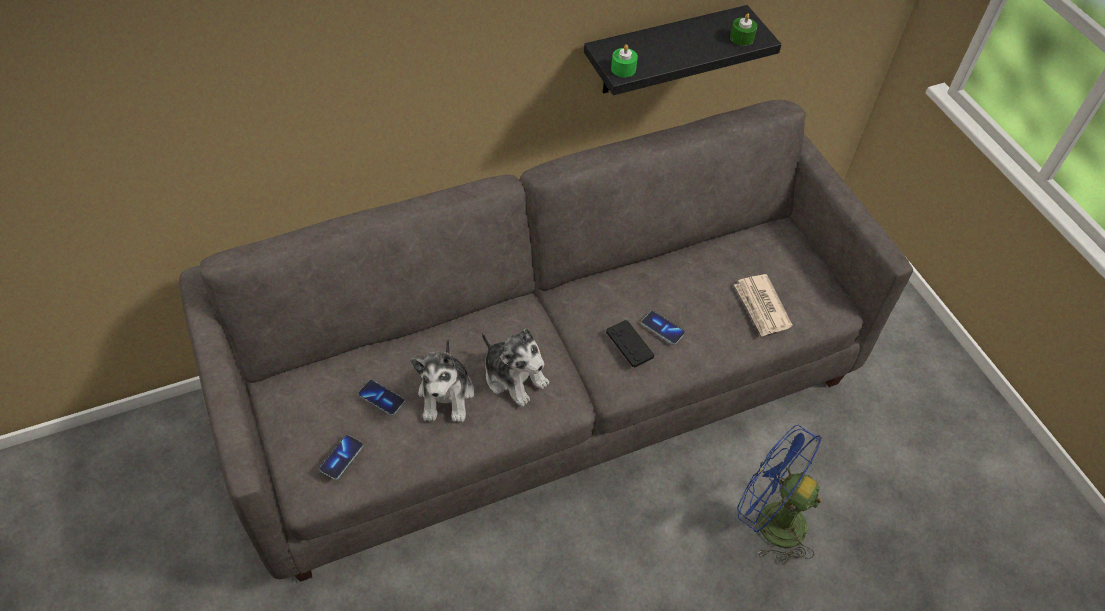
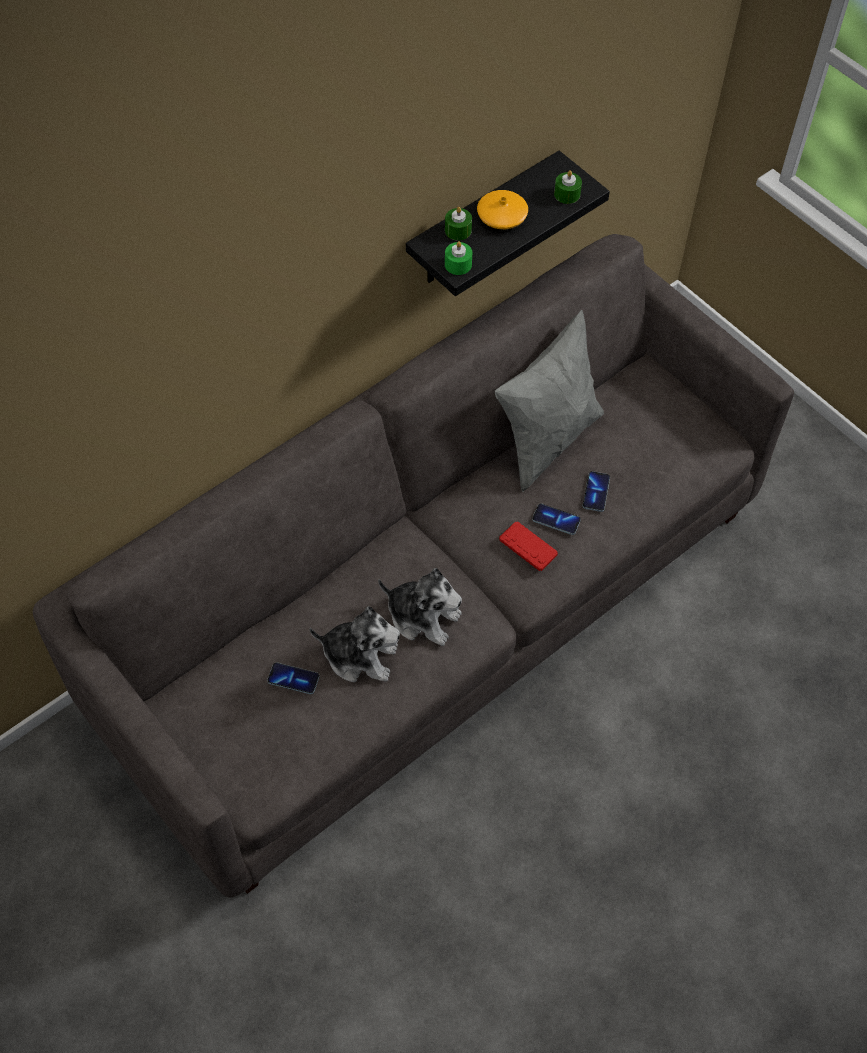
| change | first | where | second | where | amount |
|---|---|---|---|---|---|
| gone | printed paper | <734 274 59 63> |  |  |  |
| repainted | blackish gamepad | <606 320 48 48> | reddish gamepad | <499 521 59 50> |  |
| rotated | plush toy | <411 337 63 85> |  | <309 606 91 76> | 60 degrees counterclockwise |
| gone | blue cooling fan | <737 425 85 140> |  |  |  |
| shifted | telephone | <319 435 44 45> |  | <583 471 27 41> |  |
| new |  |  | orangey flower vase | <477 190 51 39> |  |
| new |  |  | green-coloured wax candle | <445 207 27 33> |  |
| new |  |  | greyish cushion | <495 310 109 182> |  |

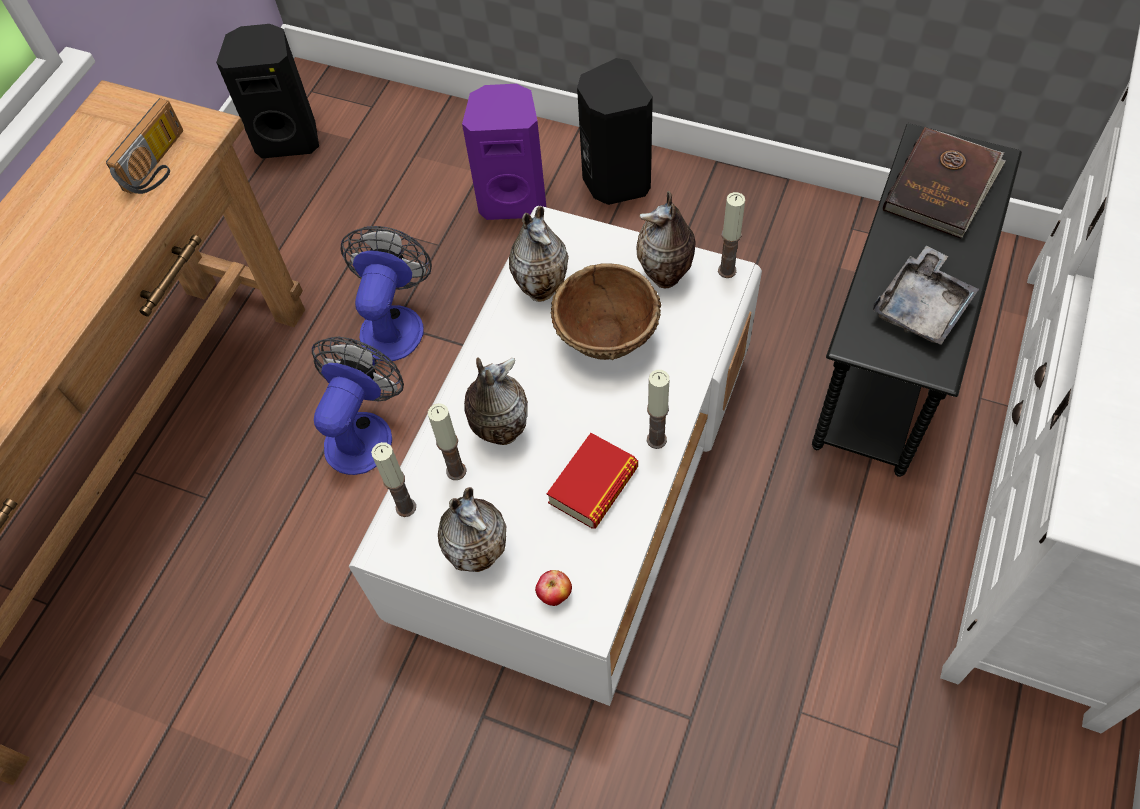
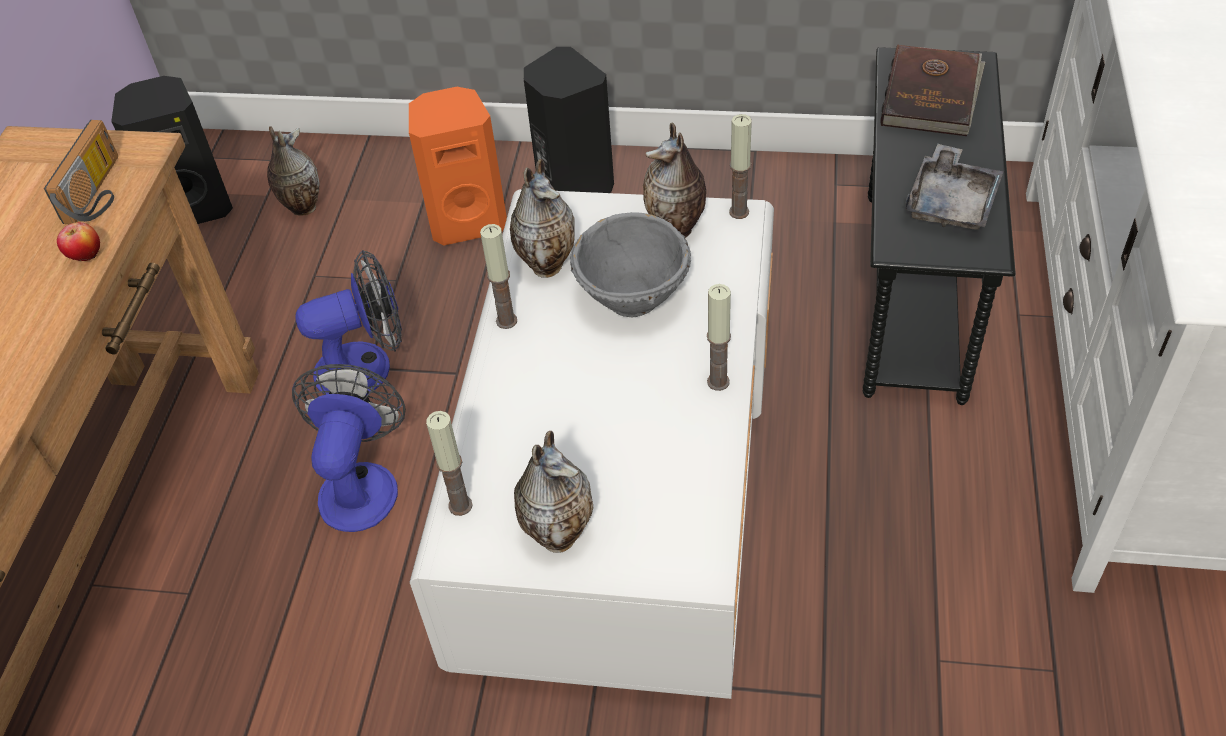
| change | first | where | second | where | amount |
|---|---|---|---|---|---|
| repainted | purple speaker | <462 84 84 136> | orangey speaker | <409 87 98 159> |  |
| rotated | cooling fan | <341 226 91 135> |  | <296 250 106 144> | 75 degrees clockwise |
| repainted | brown deep dish | <551 263 110 97> | greyish deep dish | <570 212 121 106> |  |
| shifted | flower vase | <464 358 64 87> |  | <267 126 53 90> |  |
| shifted | wax candle | <428 403 39 77> |  | <480 224 37 105> |  |
| gone | bound book | <547 433 91 96> |  |  |  |
| shifted | apple | <535 570 37 36> |  | <57 222 43 39> |  |

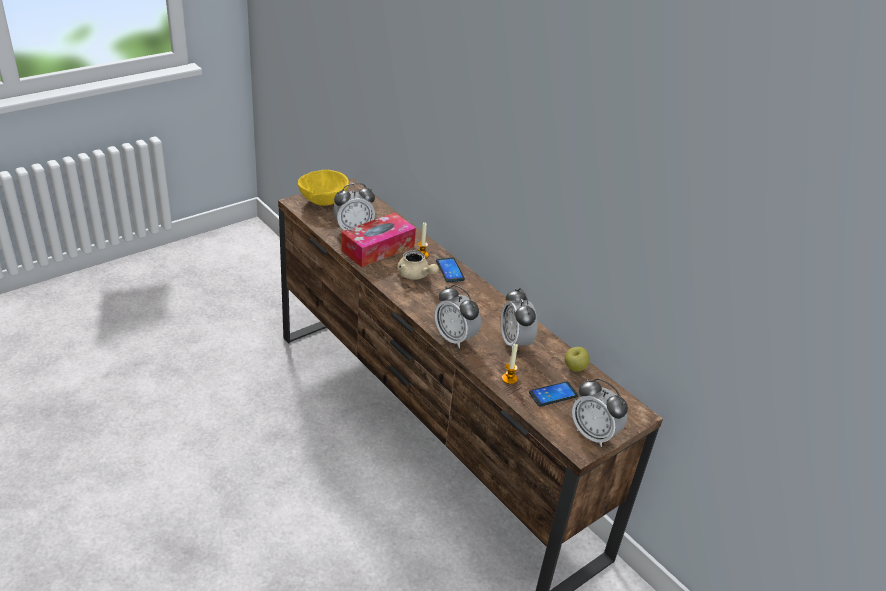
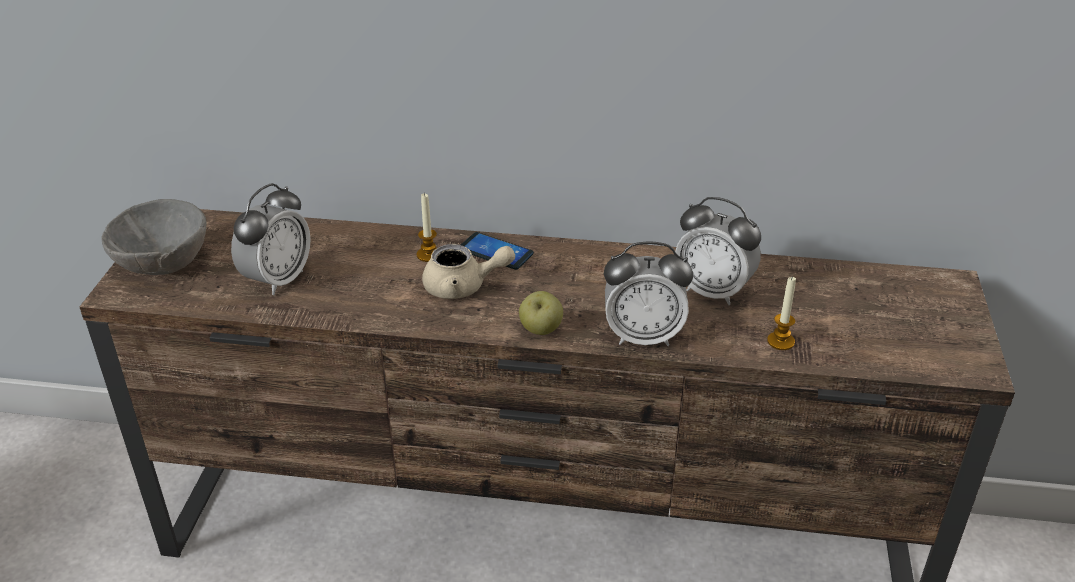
| change | first | where | second | where | amount |
|---|---|---|---|---|---|
| repainted | yellow-coloured deep dish | <298 170 51 36> | greyish deep dish | <101 199 106 76> |  |
| gone | box of tissues | <341 213 75 54> |  |  |  |
| shifted | apple | <565 347 25 25> |  | <519 291 44 44> |  |
| gone | table clock | <572 378 56 69> |  |  |  |
| gone | telephone | <529 381 49 26> |  |  |  |

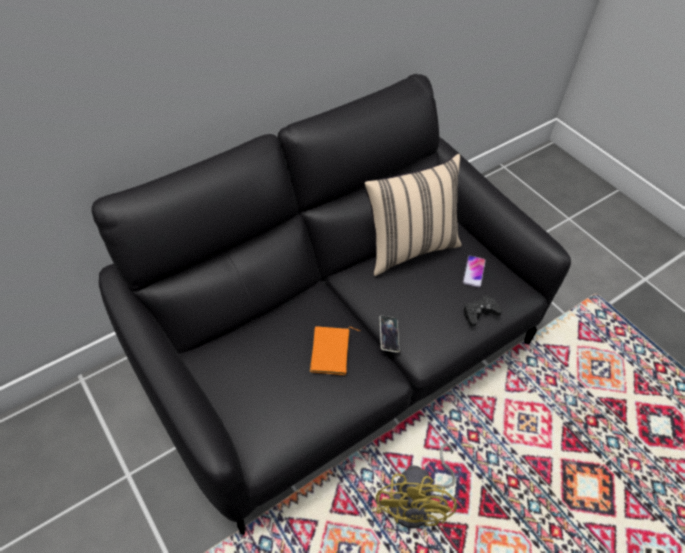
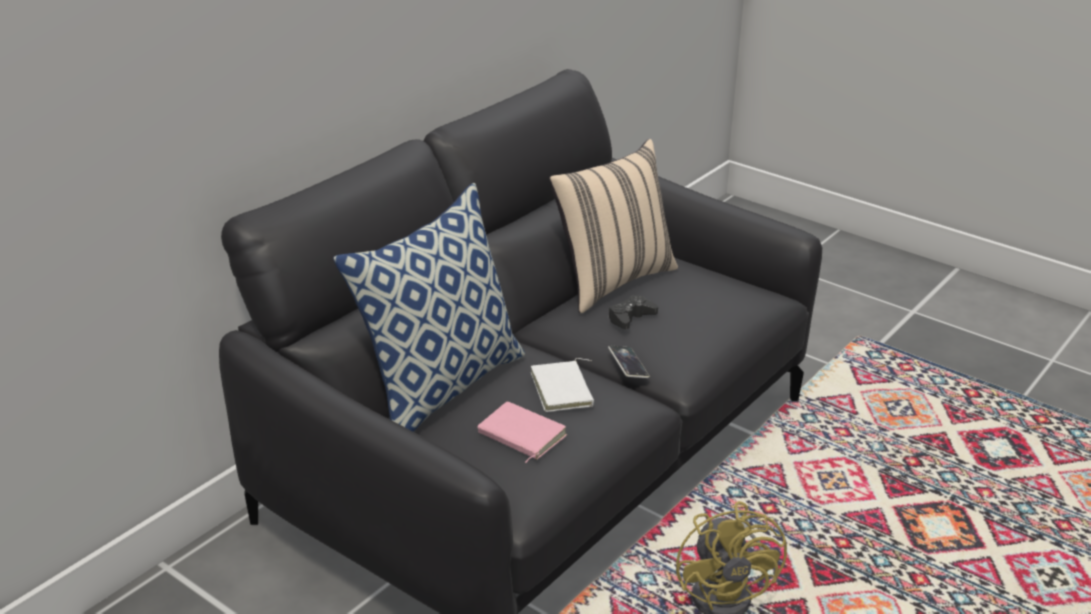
| change | first | where | second | where | amount |
|---|---|---|---|---|---|
| gone | telephone | <463 255 23 32> |  |  |  |
| shifted | blackish gamepad | <463 295 40 32> |  | <608 295 50 34> |  |
| repainted | orangey bound book | <310 326 50 49> | whitish bound book | <531 358 63 54> |  |
| new |  |  | cushion | <333 183 192 249> |  |
| new |  |  | pink-coloured bound book | <477 402 90 61> |  |

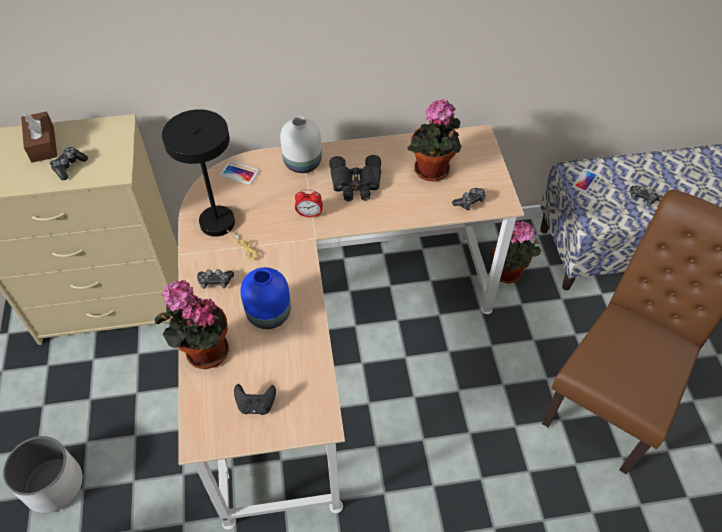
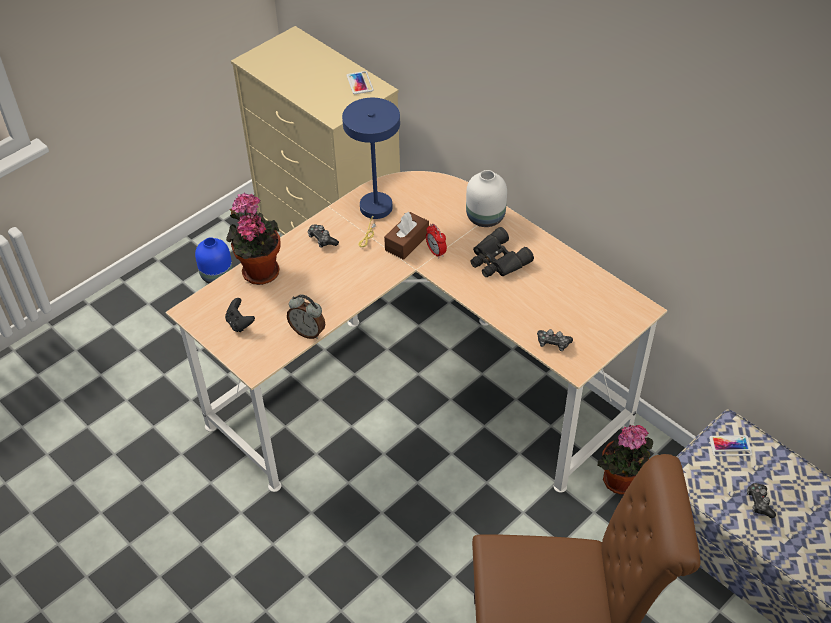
| change | first | where | second | where | amount |
|---|---|---|---|---|---|
| gone | plant in a pot | <407 99 55 83> |  |  |  |
| repainted | blackish table lamp | <162 109 95 152> | blue table lamp | <342 98 58 149> |  |
| shifted | brown box of tissues | <21 112 36 51> |  | <384 212 45 48> |  |
| gone | gamepad | <49 147 39 33> |  |  |  |
| shifted | telephone | <220 161 40 24> |  | <346 71 28 23> |  |
| shifted | blue flower vase | <240 267 51 62> |  | <195 237 38 46> |  |
| gone | whitish flower pot | <3 436 80 77> |  |  |  |
| new |  |  | table clock | <287 294 38 45> |  |

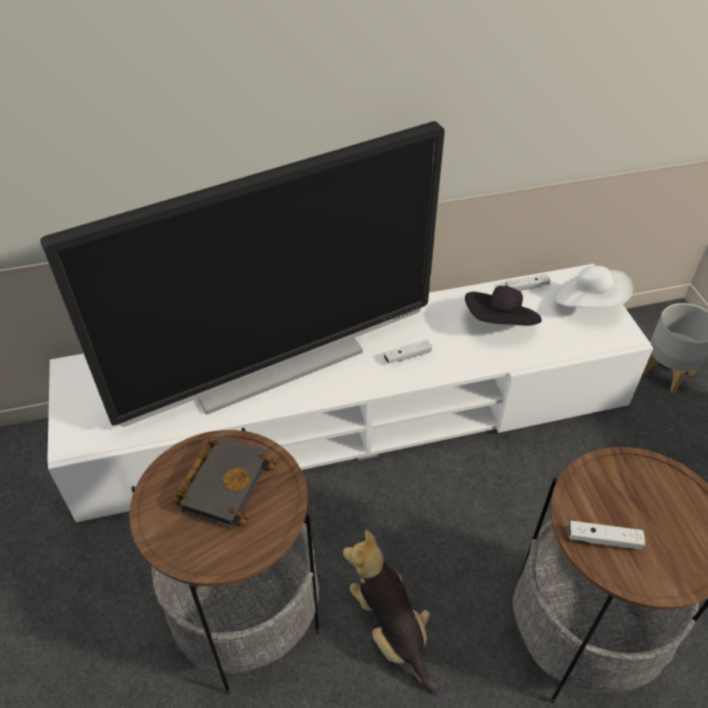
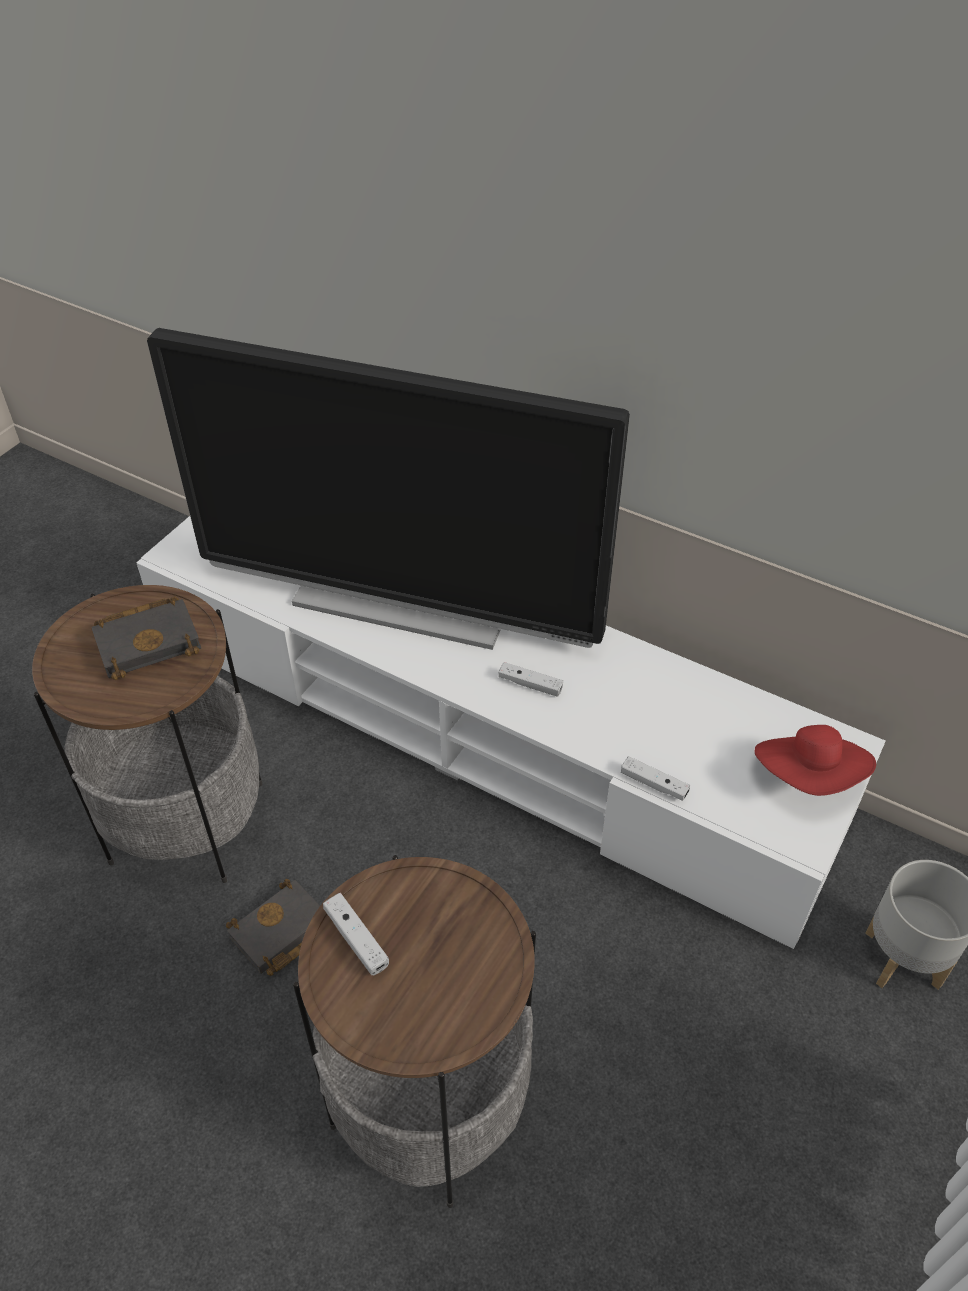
| change | first | where | second | where | amount |
|---|---|---|---|---|---|
| repainted | whitish wearable hat | <554 266 79 42> | reddish wearable hat | <755 725 121 71> |  |
| shifted | whitish gamepad | <505 274 46 17> |  | <621 756 69 45> |  |
| gone | blackish wearable hat | <465 286 77 40> |  |  |  |
| swapped | plush toy | <343 530 97 165> | blackish bound book | <226 879 94 97> |  |

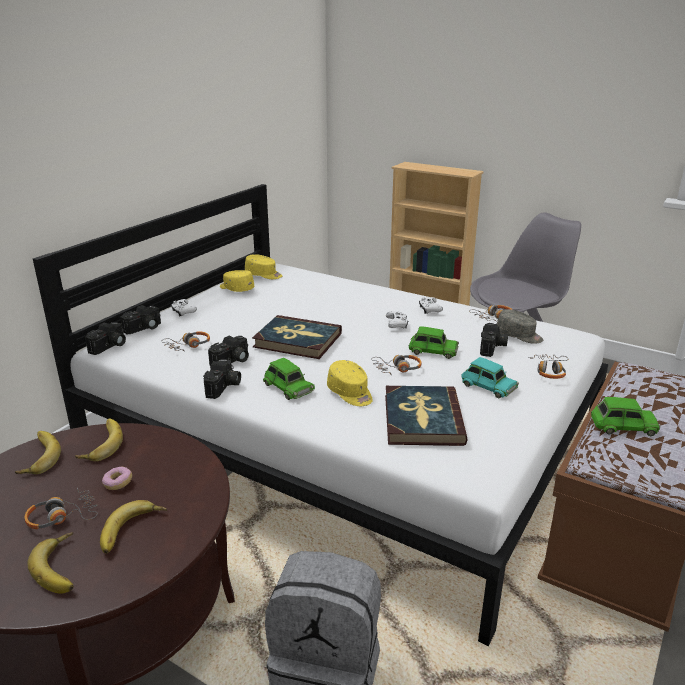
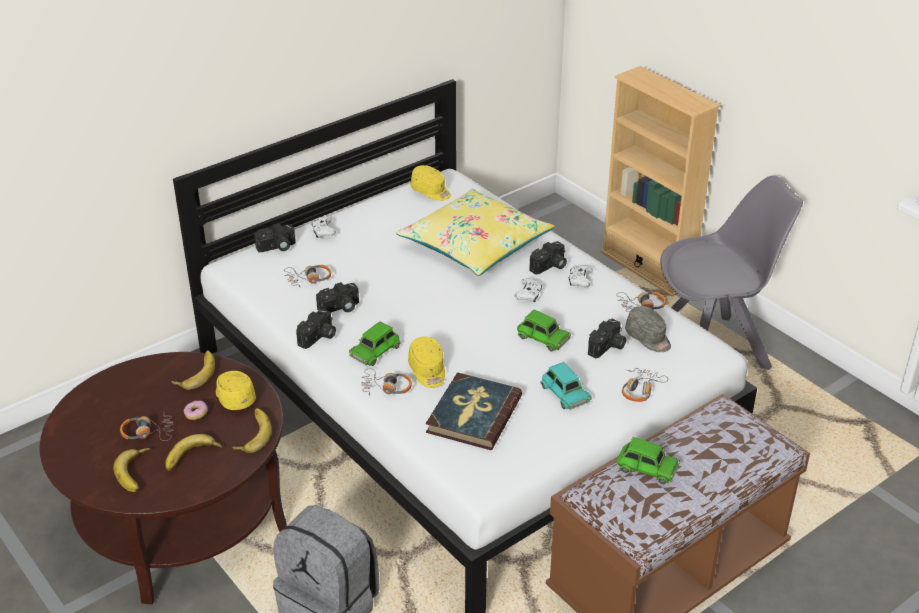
| change | first | where | second | where | amount |
|---|---|---|---|---|---|
| shifted | yellow-coloured peaked cap | <220 270 34 22> |  | <216 371 40 39> |  |
| gone | bound book | <252 315 90 44> |  |  |  |
| shifted | photo camera | <85 322 41 33> |  | <529 241 38 34> |  |
| shifted | headset | <371 355 51 20> |  | <362 368 50 28> |  |
| rotated | green-coloured model car | <263 358 52 42> |  | <349 321 52 45> | 60 degrees clockwise |
| shifted | banana | <15 431 46 43> |  | <232 408 40 45> |  |
| new |  |  | yellow-coloured cushion | <396 189 159 87> |  |

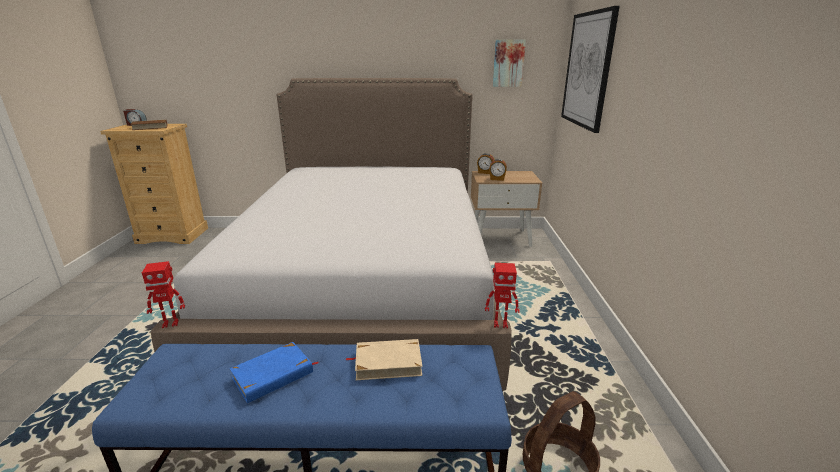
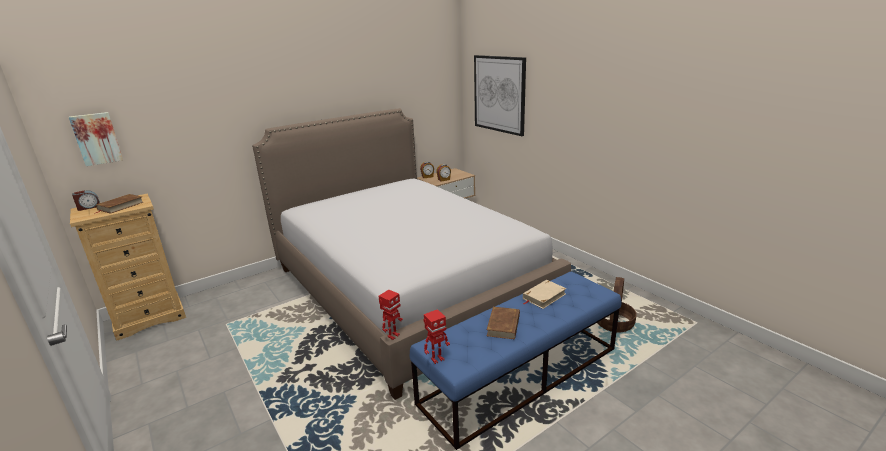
| change | first | where | second | where | amount |
|---|---|---|---|---|---|
| shifted | wall picture | <493 39 33 48> |  | <69 112 54 54> |  |
| shifted | robot figure | <485 263 35 65> |  | <423 309 27 55> |  |
| repainted | blue bound book | <230 342 89 61> | brown bound book | <487 307 33 32> |  |

